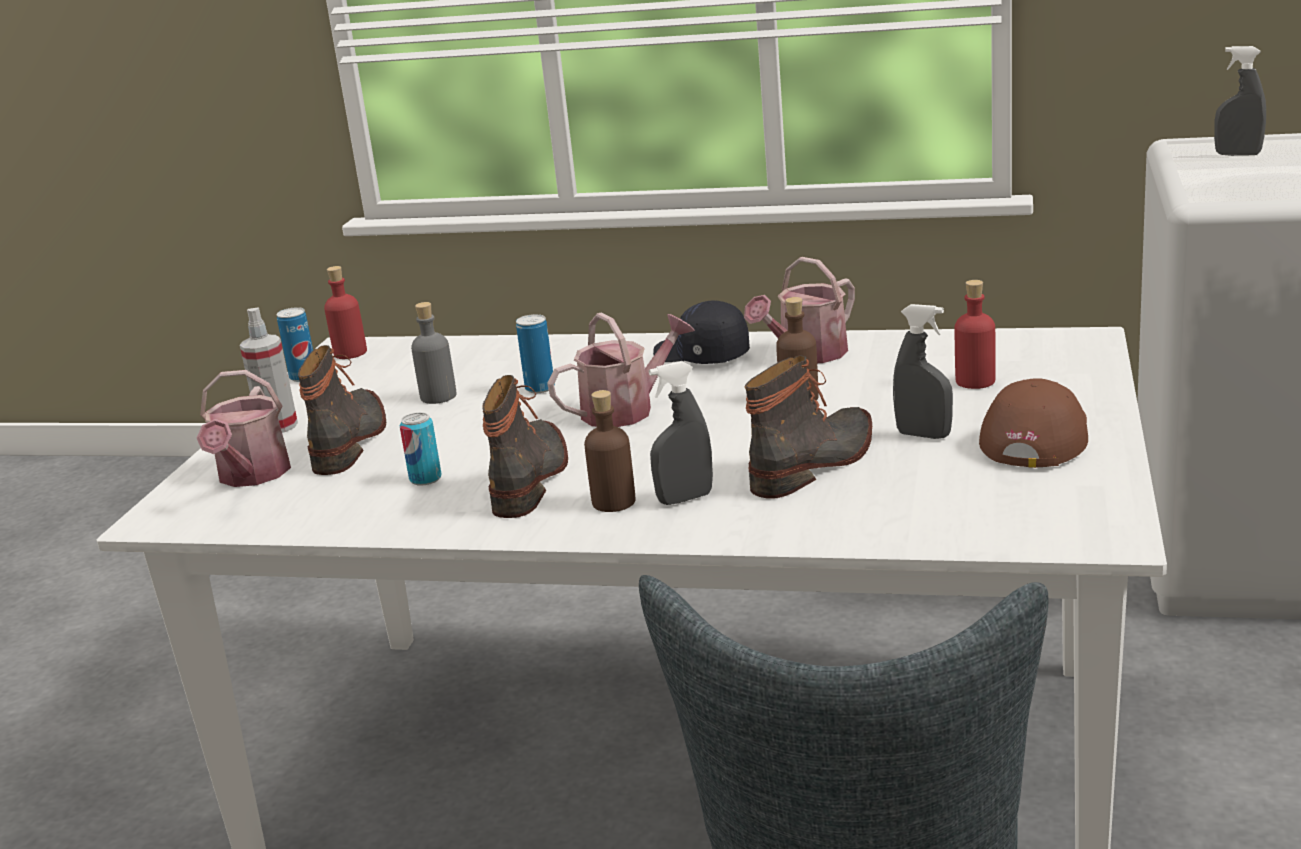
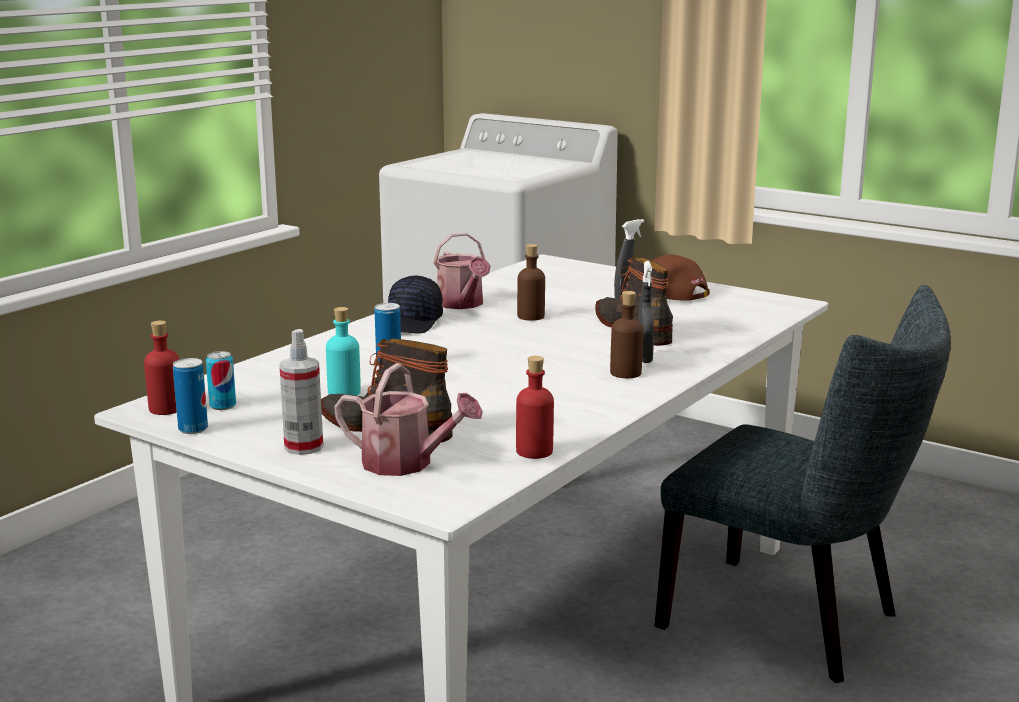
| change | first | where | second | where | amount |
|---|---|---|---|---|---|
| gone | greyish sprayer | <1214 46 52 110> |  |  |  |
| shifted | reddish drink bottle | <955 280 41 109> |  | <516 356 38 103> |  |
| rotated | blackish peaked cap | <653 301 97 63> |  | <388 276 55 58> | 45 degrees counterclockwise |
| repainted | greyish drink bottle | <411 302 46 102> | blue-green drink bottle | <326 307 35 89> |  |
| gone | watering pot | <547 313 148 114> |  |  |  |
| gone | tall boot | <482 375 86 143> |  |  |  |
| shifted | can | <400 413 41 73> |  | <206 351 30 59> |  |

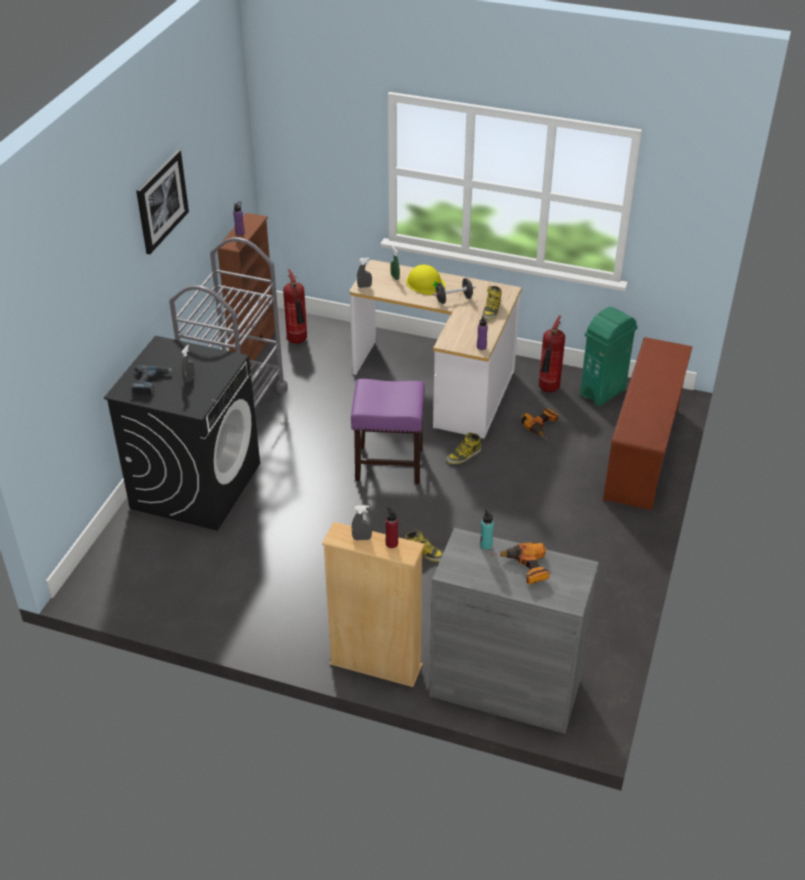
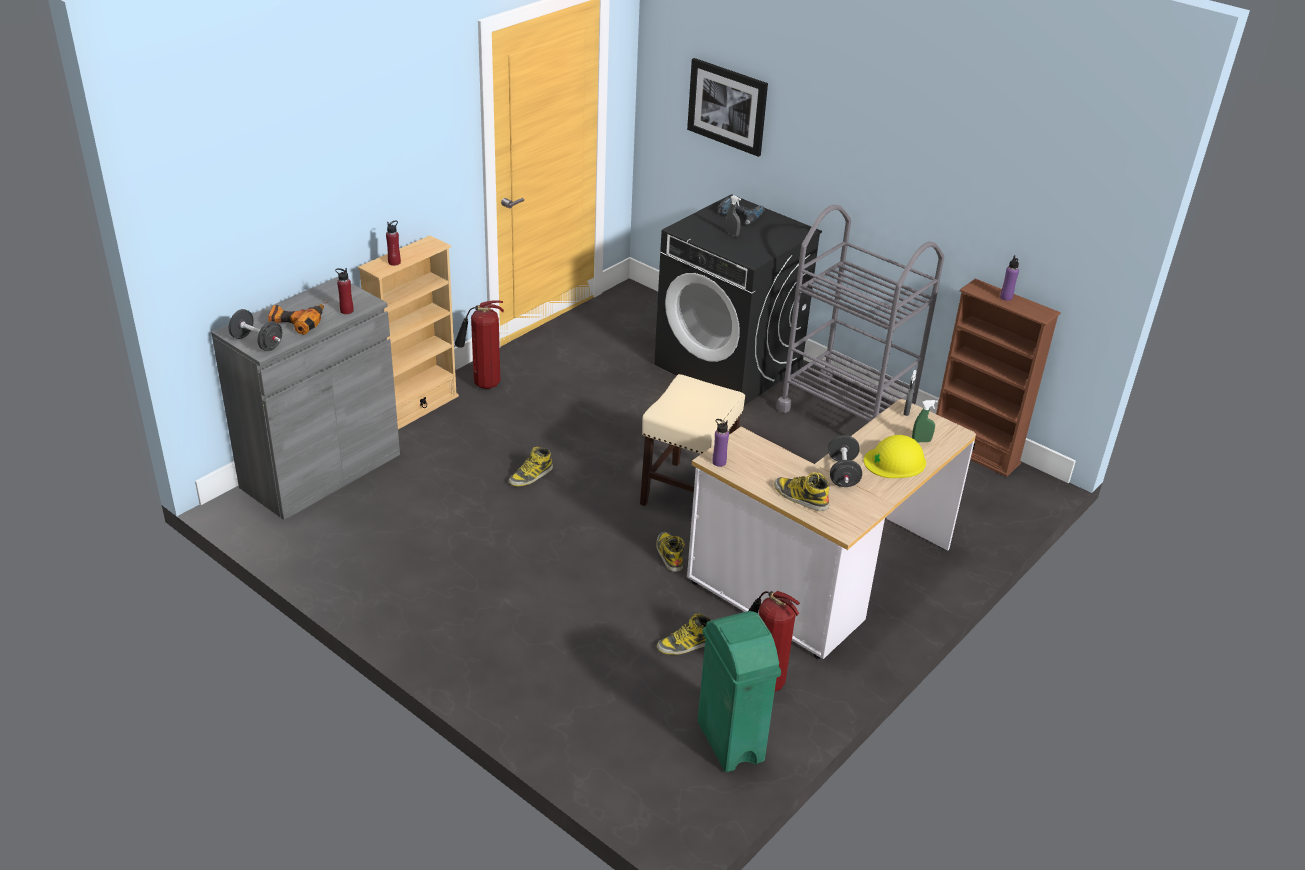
| change | first | where | second | where | amount |
|---|---|---|---|---|---|
| shifted | wall picture | <136 150 53 104> |  | <687 58 81 99> |  |
| shifted | fire-fighting cylinder | <283 269 24 75> |  | <454 300 50 89> |  |
| gone | brown shoe rack | <603 337 90 173> |  |  |  |
| repainted | purple stool seat | <351 379 74 105> | beige stool seat | <640 374 105 132> |  |
| swapped | drill | <521 408 38 32> | tall boot | <657 613 54 42> |  |
| gone | greyish sprayer | <352 505 20 35> |  |  |  |
| repainted | blue-green drink bottle | <480 510 14 40> | reddish drink bottle | <335 268 19 46> |  |
| new |  |  | blackish hand weight | <229 309 53 42> |  |

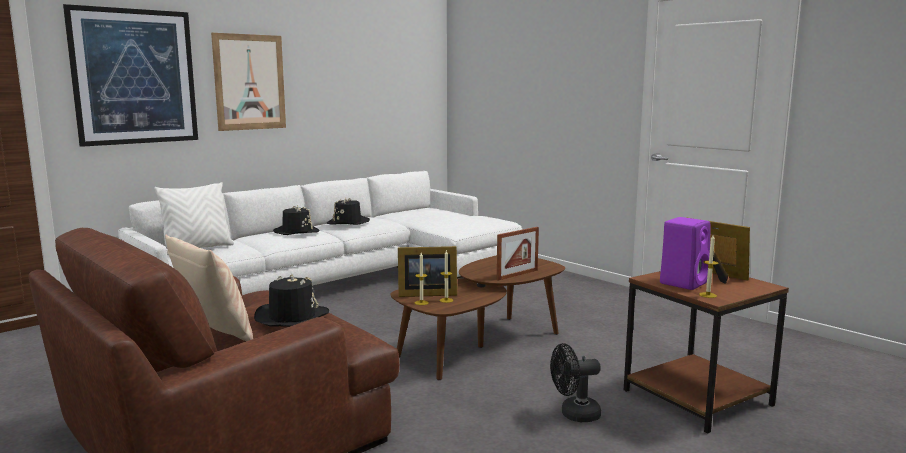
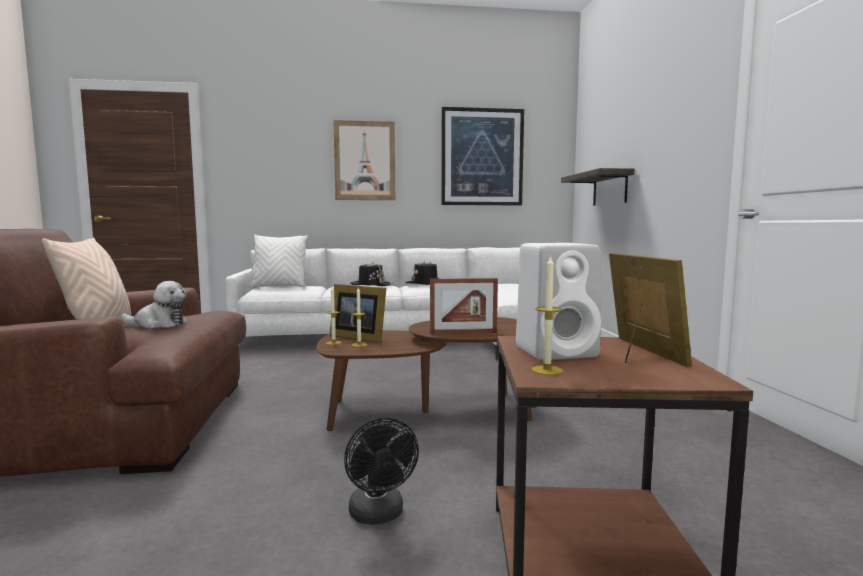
| change | first | where | second | where | amount |
|---|---|---|---|---|---|
| shifted | wall picture | <63 4 135 143> |  | <441 107 83 98> |  |
| repainted | purple speaker | <660 217 50 73> | whitish speaker | <516 243 85 117> |  |
| swapped | blackish wearable hat | <254 274 75 53> | plush toy | <121 281 66 48> |  |
| rotated | blackish cooling fan | <550 343 51 79> |  | <344 418 75 107> | 135 degrees counterclockwise |
| new |  |  | shelf | <561 168 73 38> |  |

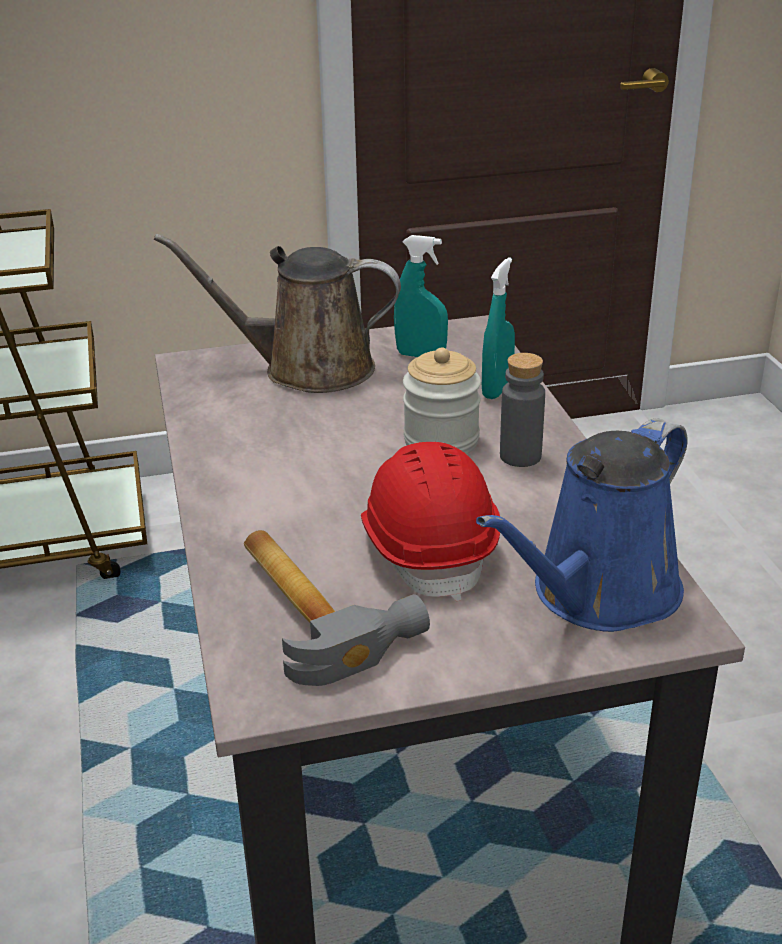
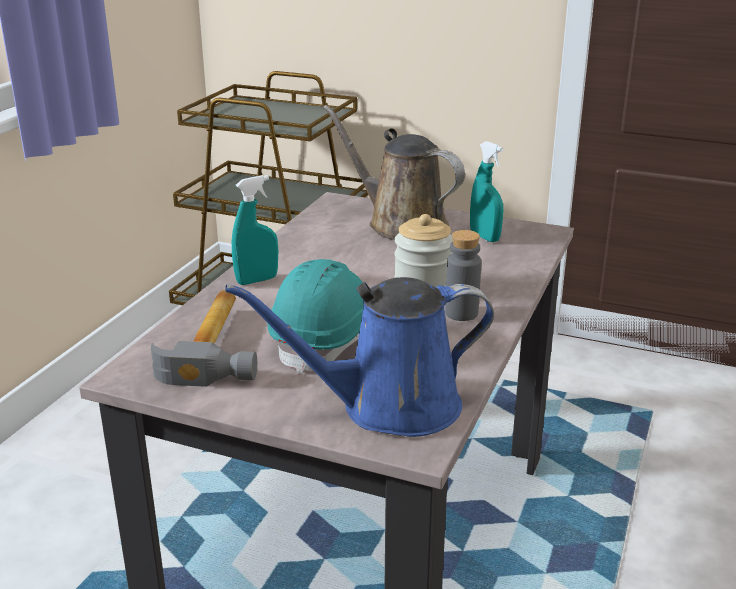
| change | first | where | second | where | amount |
|---|---|---|---|---|---|
| shifted | blue-green sprayer | <482 257 33 142> |  | <232 175 46 110> |  |
| repainted | reddish safety helmet | <361 442 139 159> | blue-green safety helmet | <267 259 97 116> |  |

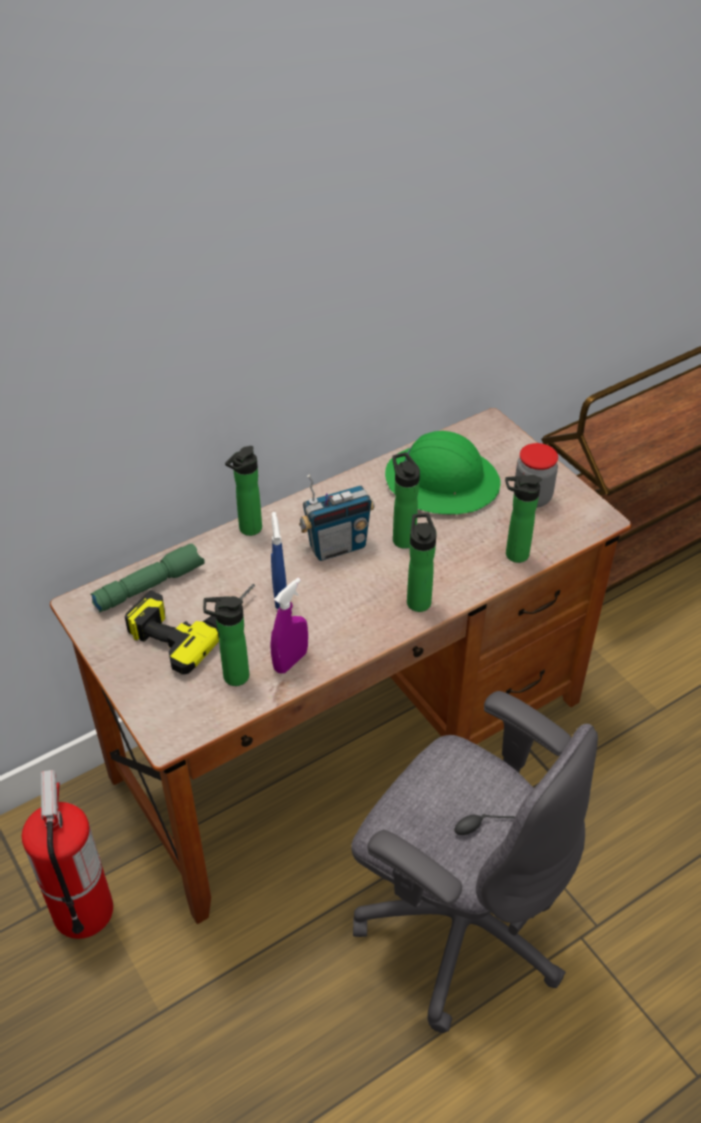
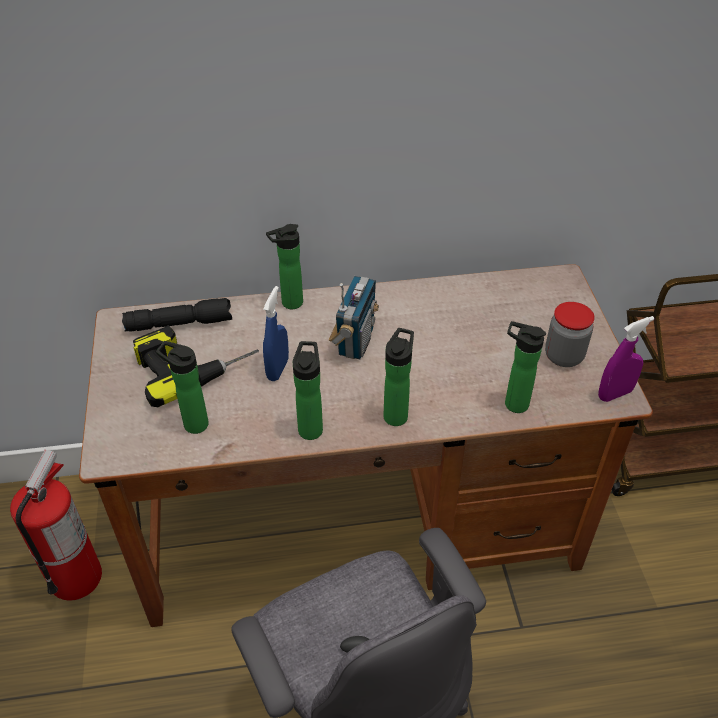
| change | first | where | second | where | amount |
|---|---|---|---|---|---|
| gone | green-coloured safety helmet | <385 431 115 84> |  |  |  |
| shifted | drink bottle | <392 452 28 97> |  | <293 341 30 99> |  |
| rotated | radio set | <299 475 76 86> |  | <329 276 50 83> | 75 degrees counterclockwise |
| repainted | green-coloured torch | <91 544 114 69> | blackish torch | <122 298 110 34> |  |
| shifted | purple sprayer | <271 578 37 96> |  | <598 316 56 86> |  |

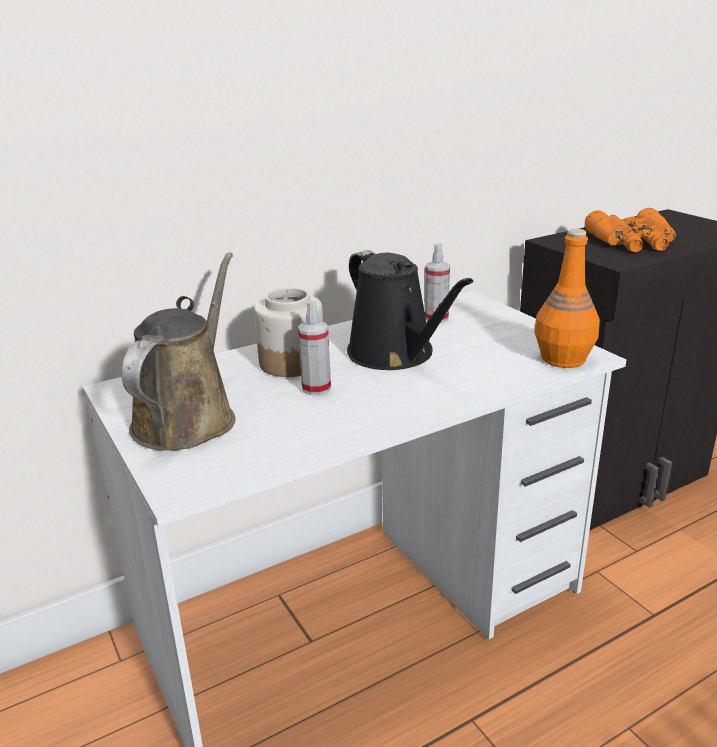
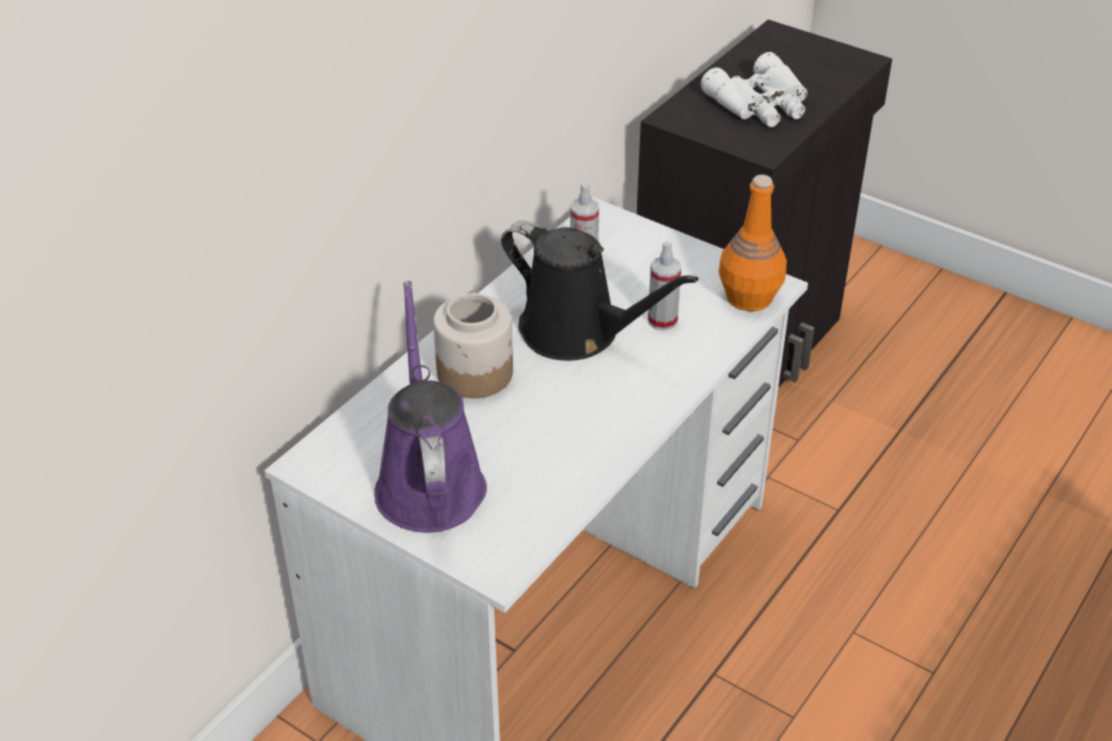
| change | first | where | second | where | amount |
|---|---|---|---|---|---|
| repainted | orangey field glasses | <585 208 91 44> | whitish field glasses | <701 52 106 75> |  |
| repainted | brown watering pot | <122 252 113 199> | purple watering pot | <374 281 113 252> |  |
| shifted | sprayer | <298 301 33 94> |  | <648 242 33 89> |  |

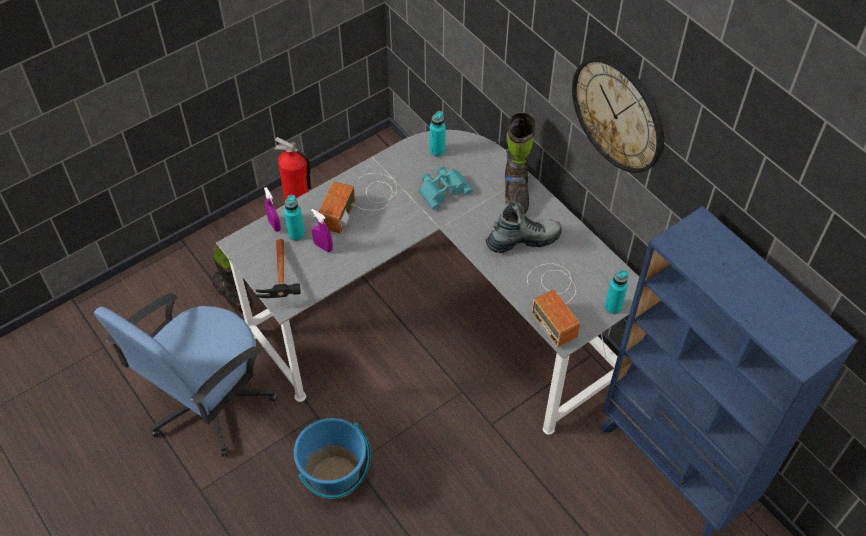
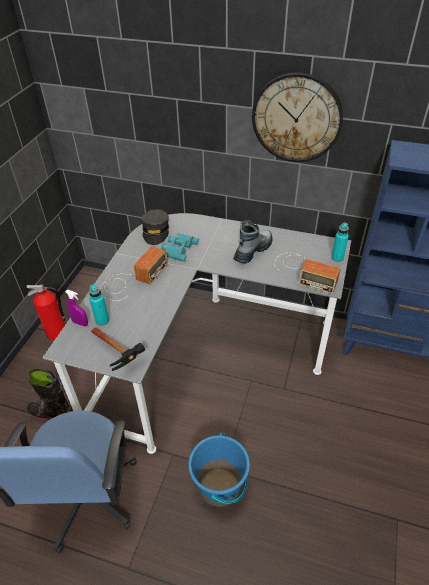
| change | first | where | second | where | amount |
|---|---|---|---|---|---|
| swapped | blue-green drink bottle | <430 111 16 46> | greyish peaked cap | <141 209 28 36> |  |
| gone | blackish tall boot | <505 112 31 102> |  |  |  |
| rotated | radio set | <318 173 79 61> |  | <100 246 68 55> | 135 degrees counterclockwise |
| gone | purple sprayer | <311 209 22 43> |  |  |  |

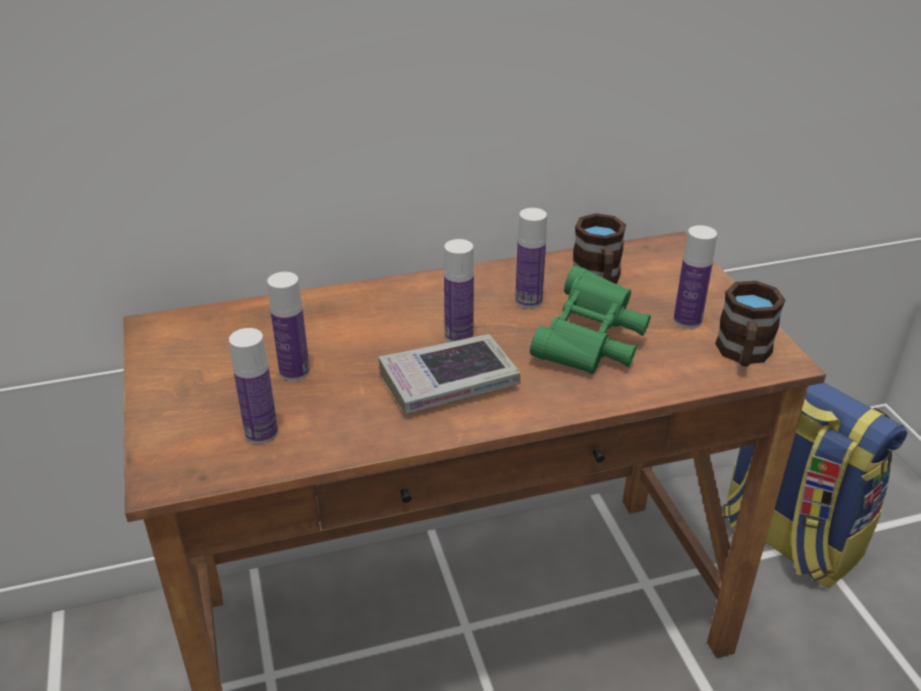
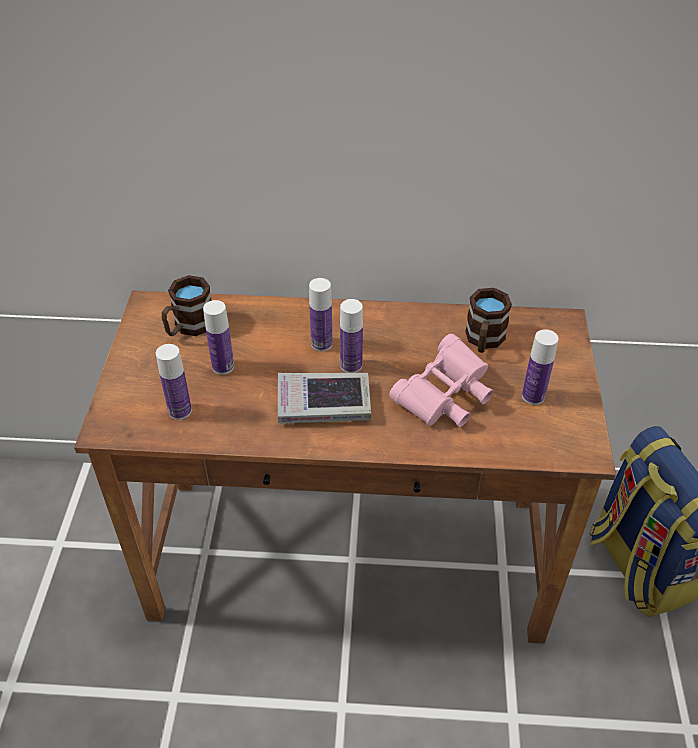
| change | first | where | second | where | amount |
|---|---|---|---|---|---|
| shifted | drink bottle | <515 208 32 101> |  | <309 278 24 73> |  |
| repainted | green-coloured field glasses | <530 266 121 109> | pink-coloured field glasses | <389 334 105 93> |  |
| shifted | brown tea mug | <715 281 70 86> |  | <162 275 50 61> |  |

